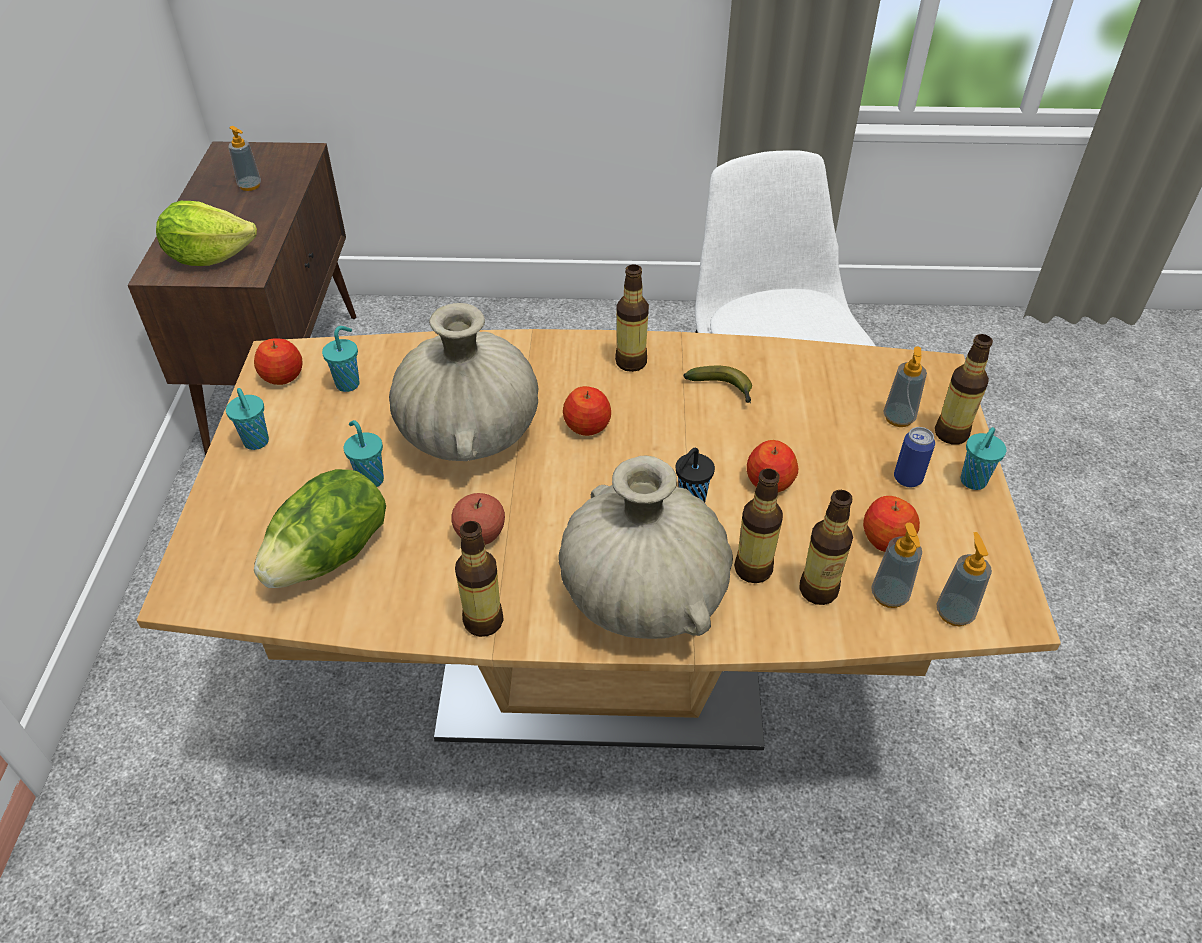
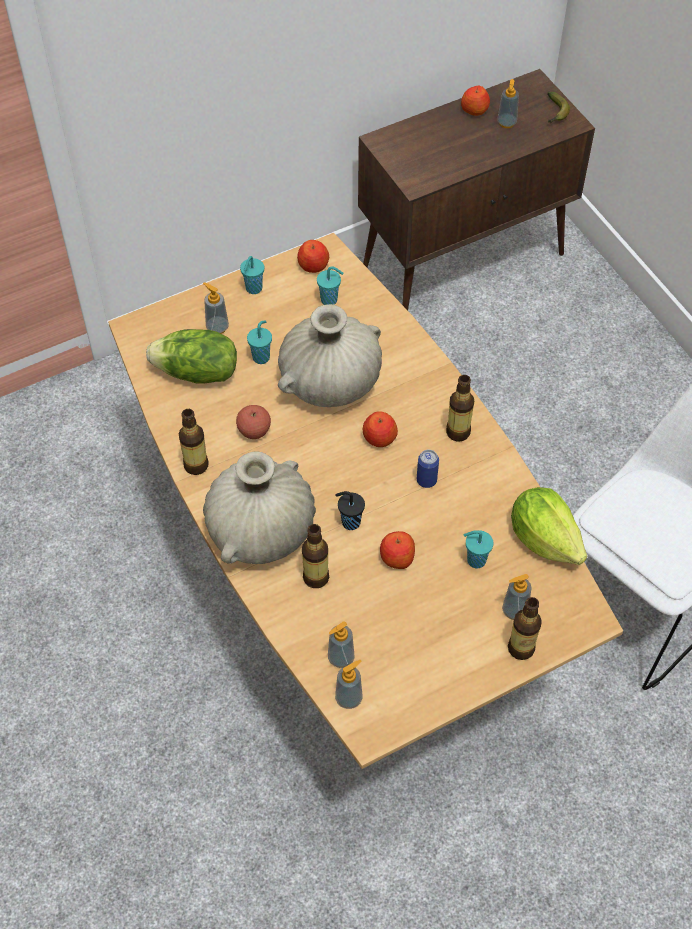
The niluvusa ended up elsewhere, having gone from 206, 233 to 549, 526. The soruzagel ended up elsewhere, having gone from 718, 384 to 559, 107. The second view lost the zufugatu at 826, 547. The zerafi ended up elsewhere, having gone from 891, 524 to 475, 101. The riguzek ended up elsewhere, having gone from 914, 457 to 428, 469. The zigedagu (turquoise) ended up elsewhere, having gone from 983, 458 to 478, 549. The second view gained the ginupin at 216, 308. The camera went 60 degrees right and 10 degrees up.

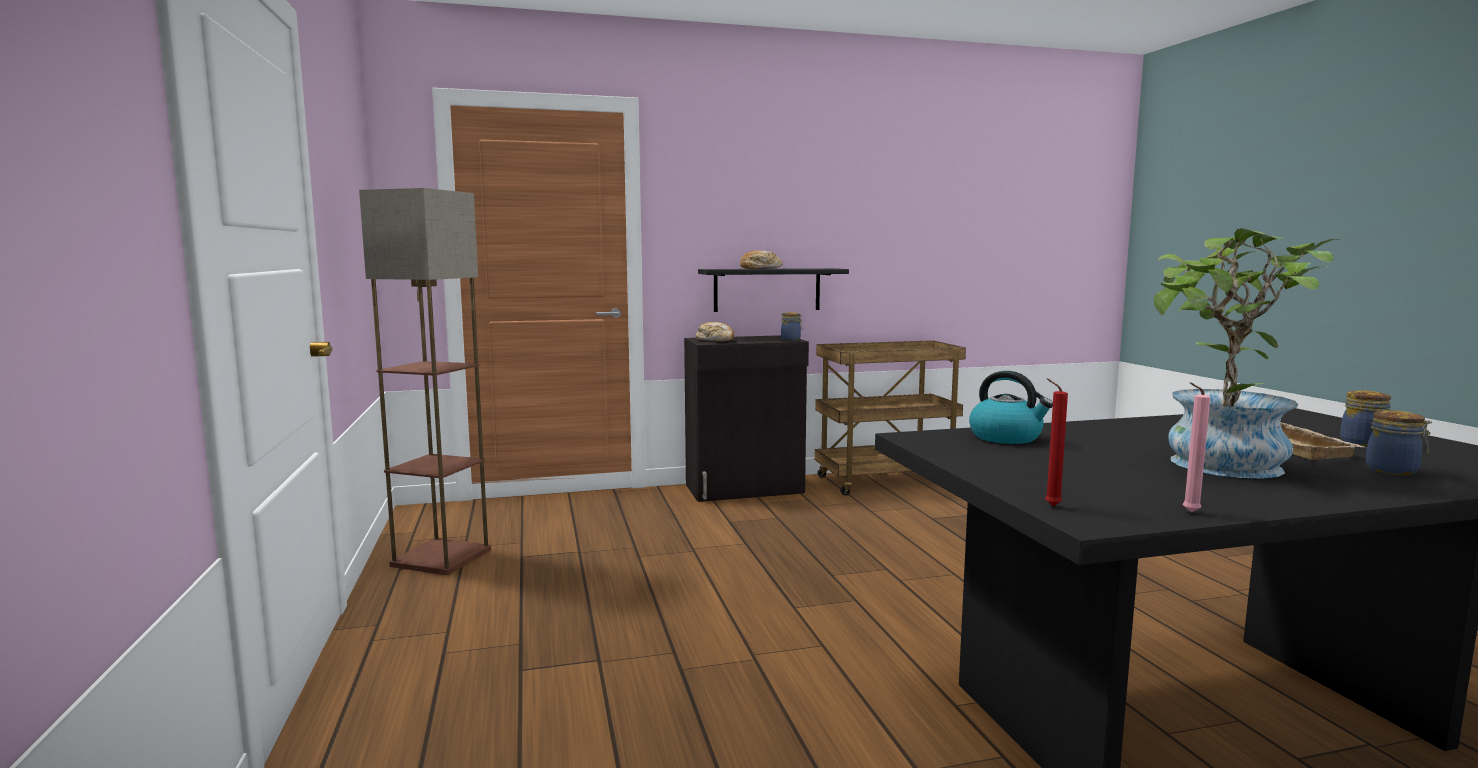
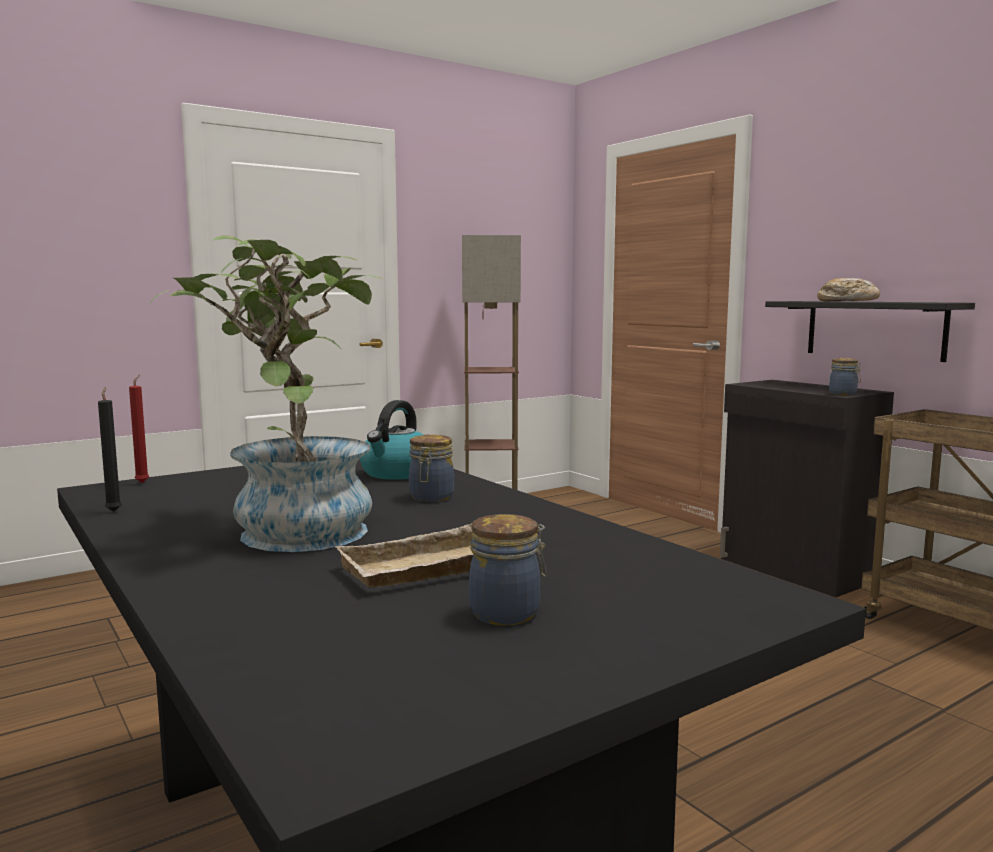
The second view lost the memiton at 715, 332. What was the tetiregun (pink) at 1197, 447 turned into the tetiregun (black) at 110, 449. The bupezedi ended up elsewhere, having gone from 1399, 442 to 431, 468. The camera went 70 degrees right and 0 degrees up.

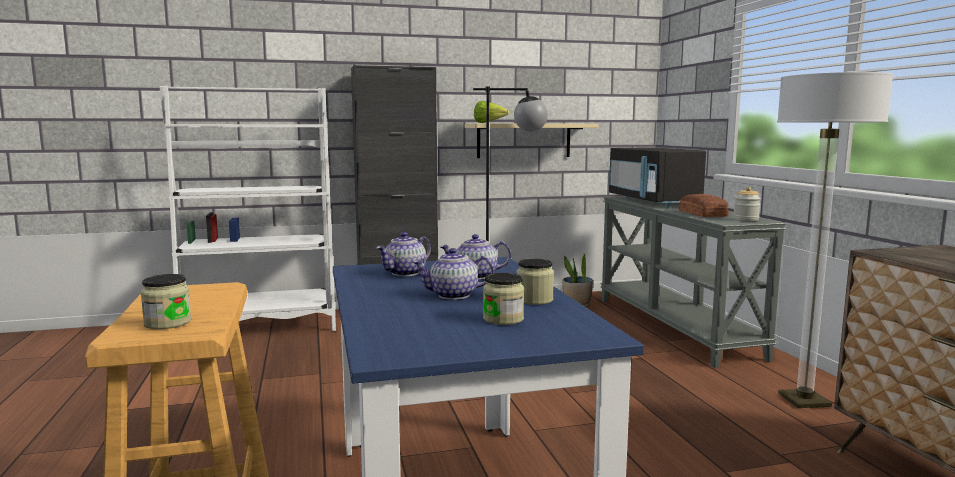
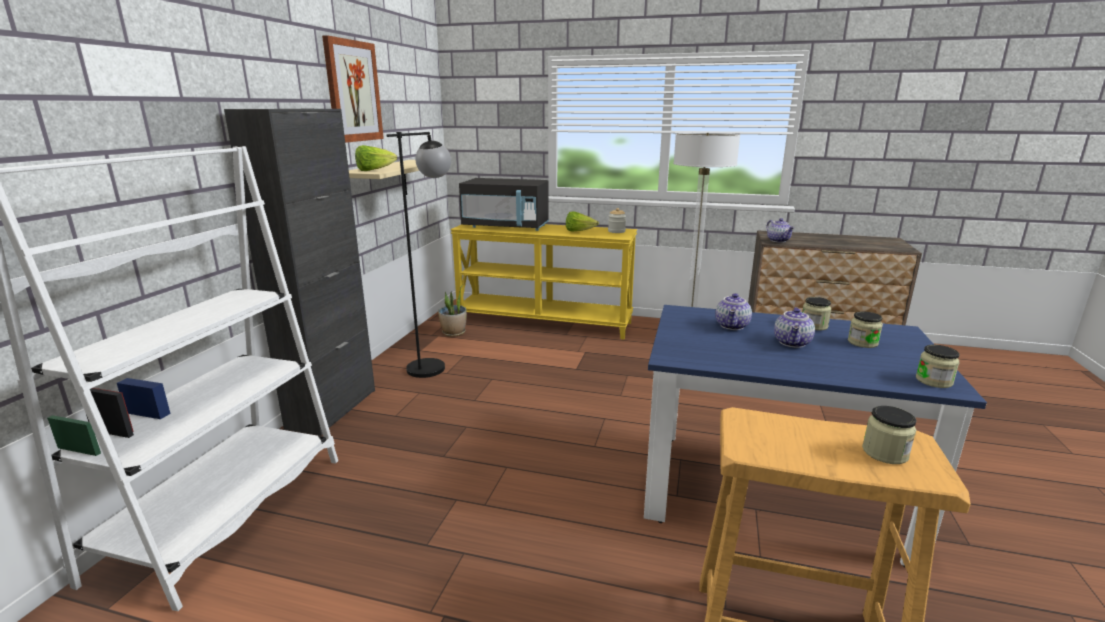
The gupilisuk ended up elsewhere, having gone from 403, 254 to 780, 230. What was the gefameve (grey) at 694, 282 turned into the gefameve (yellow) at 543, 282. Where the memiton stood at 704, 205, the niluvusa came to stand at 582, 221. The second view gained the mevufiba at 353, 89. The second view gained the bupezedi at 938, 366. The camera went 60 degrees left and 10 degrees up.

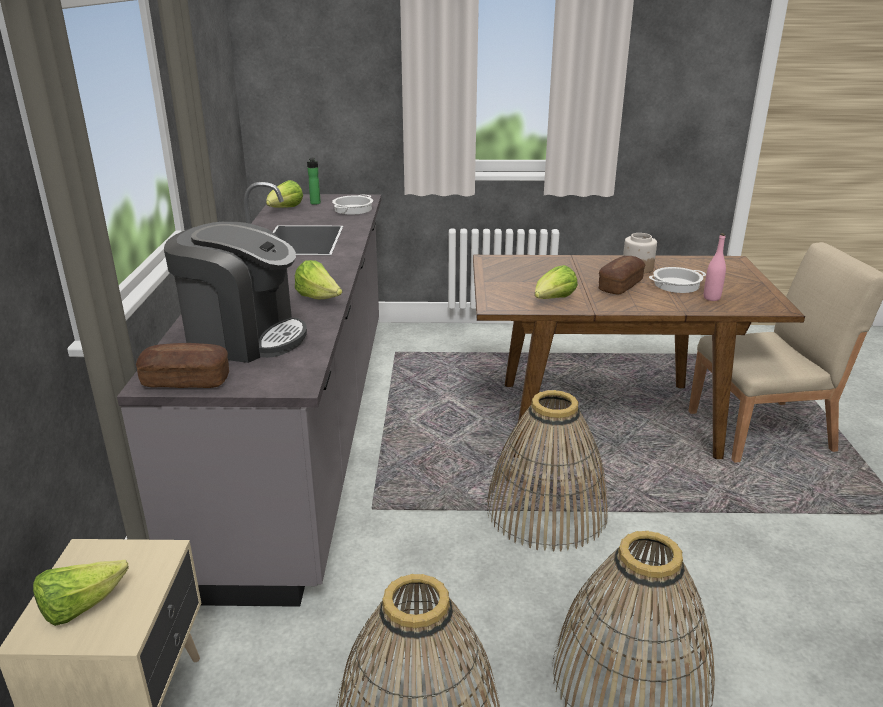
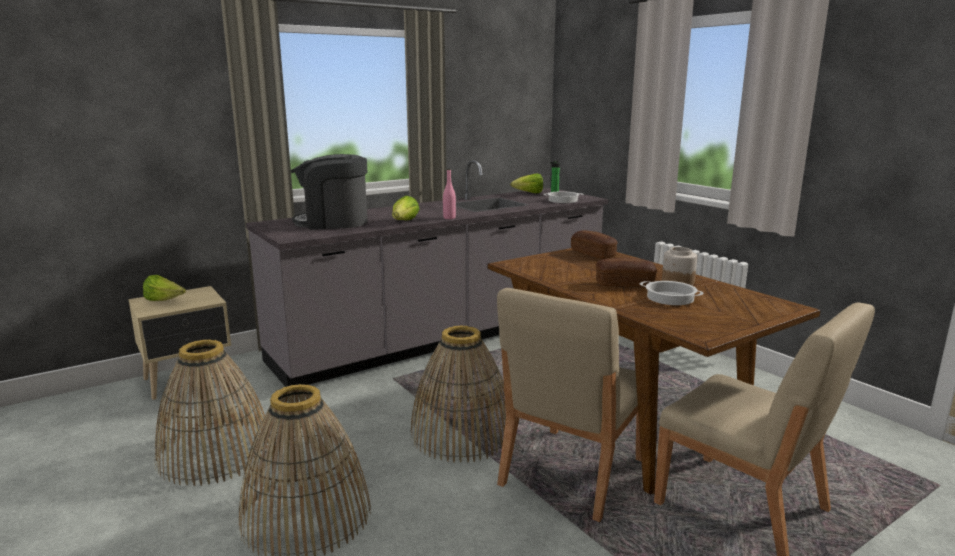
The memiton ended up elsewhere, having gone from 182, 365 to 594, 244. The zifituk at 235, 292 ended up facing another way, 105 degrees clockwise from before. The second view lost the niluvusa at 556, 282. The zufugatu (pink) ended up elsewhere, having gone from 715, 267 to 449, 194. The second view gained the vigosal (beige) at 569, 405. The camera went 55 degrees right and 10 degrees down.

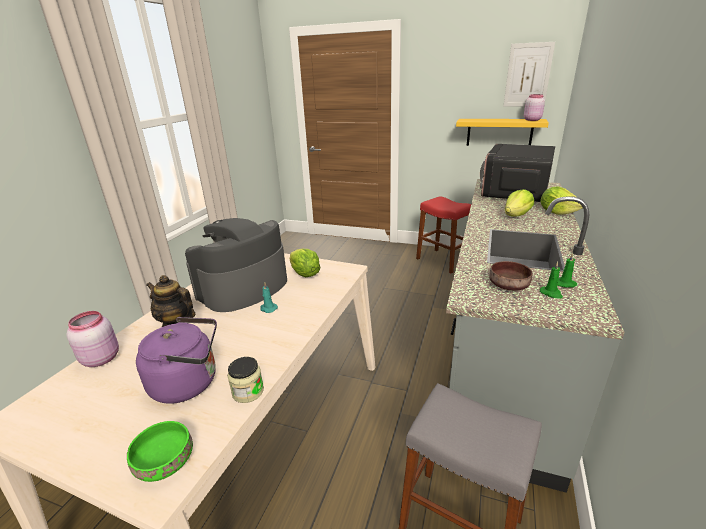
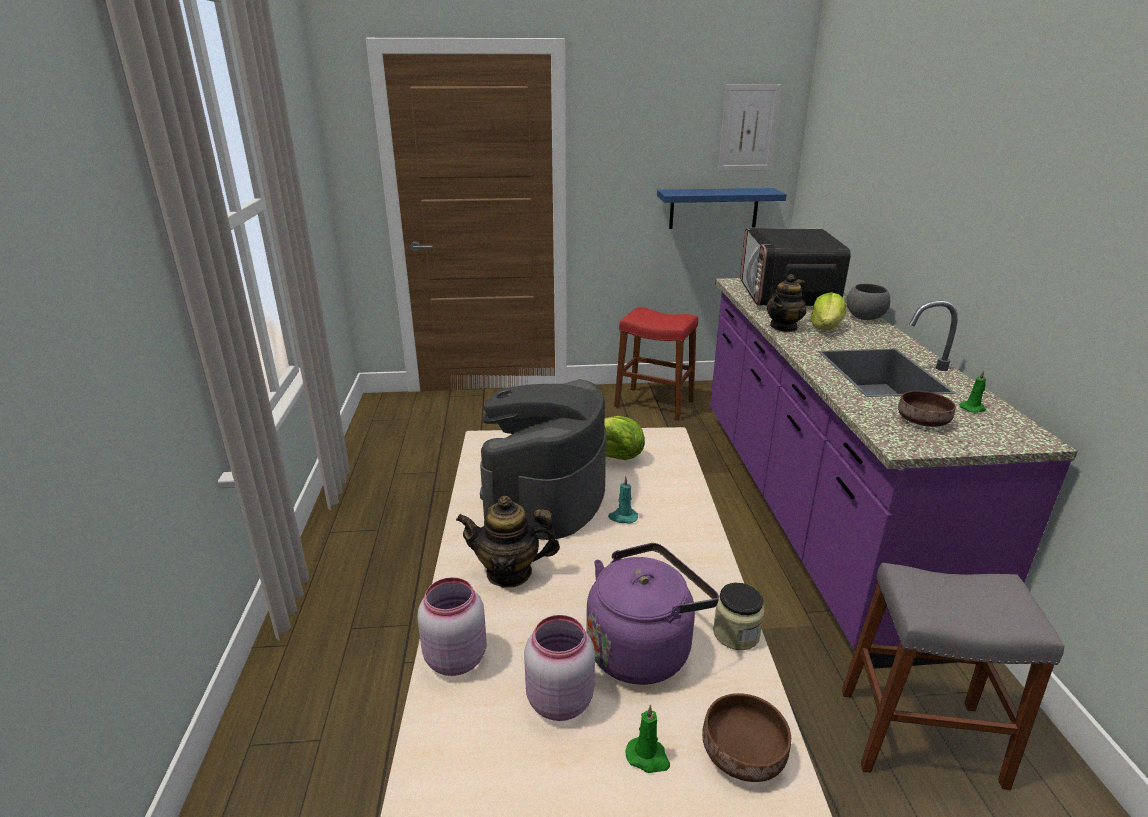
What was the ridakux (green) at 160, 451 turned into the ridakux (brown) at 746, 737. What was the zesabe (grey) at 535, 336 turned into the zesabe (purple) at 894, 473. What was the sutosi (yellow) at 502, 132 turned into the sutosi (blue) at 722, 208. The bupezedi (pink) ended up elsewhere, having gone from 534, 107 to 559, 668. Where the niluvusa stood at 561, 201, the ridakux (grey) came to stand at 868, 302. The tetiregun (green) ended up elsewhere, having gone from 551, 280 to 648, 739. The second view gained the gupilisuk at 786, 303. The camera went 25 degrees left and 0 degrees up.

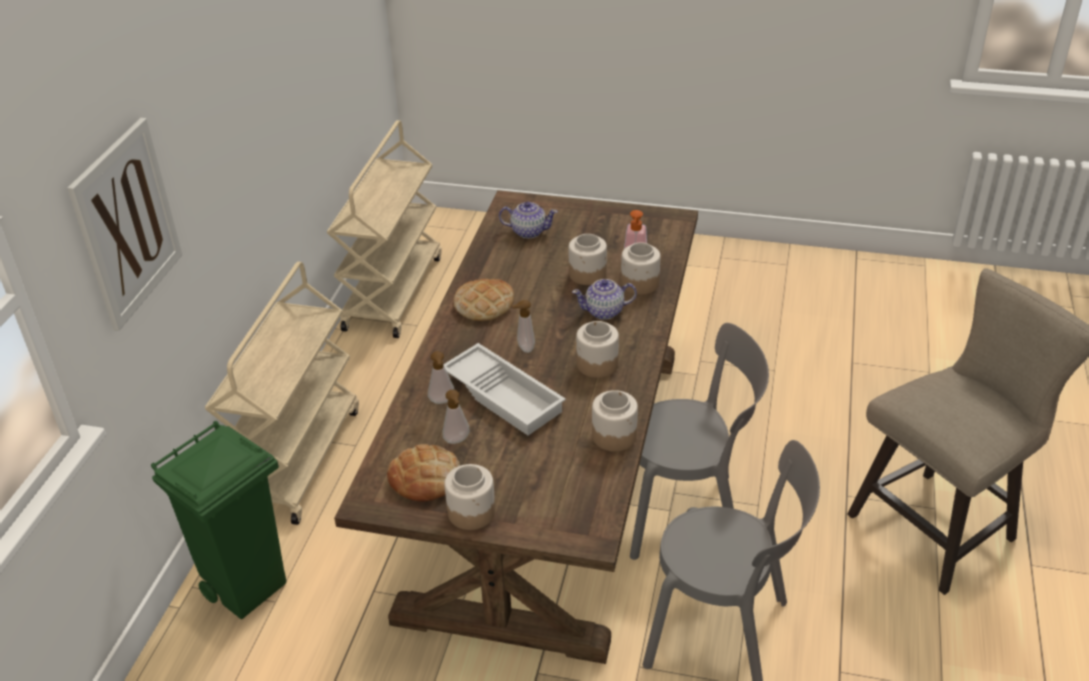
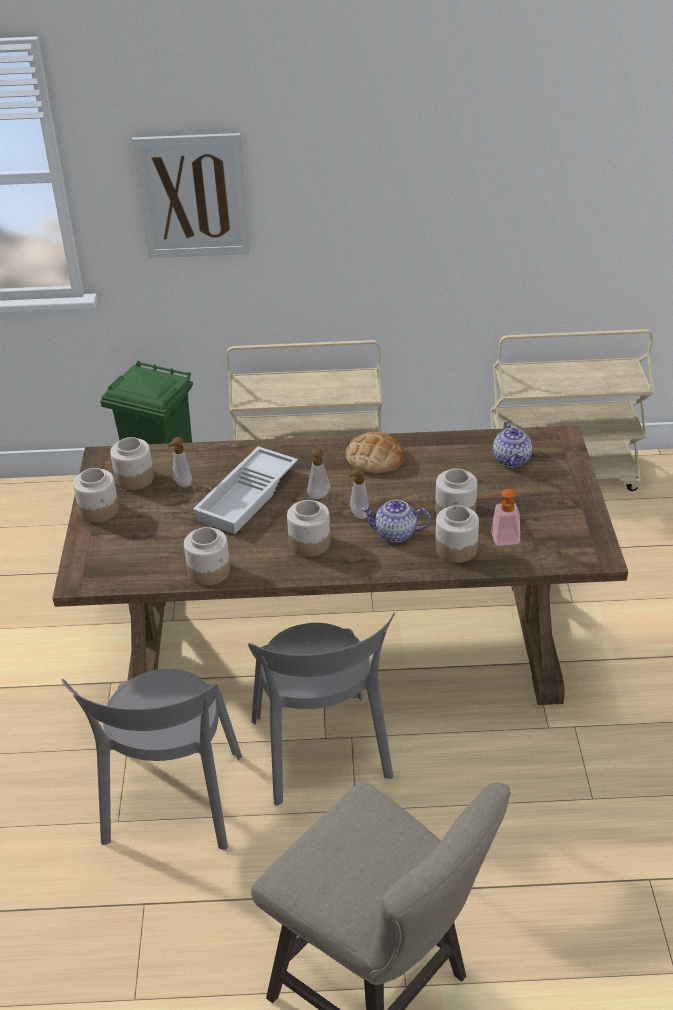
Where the memiton stood at 423, 473, the bupezedi came to stand at 132, 463. The ginupin ended up elsewhere, having gone from 441, 377 to 358, 493. The gupilisuk at 604, 299 ended up facing another way, 60 degrees counterclockwise from before. The camera went 75 degrees right and 0 degrees up.

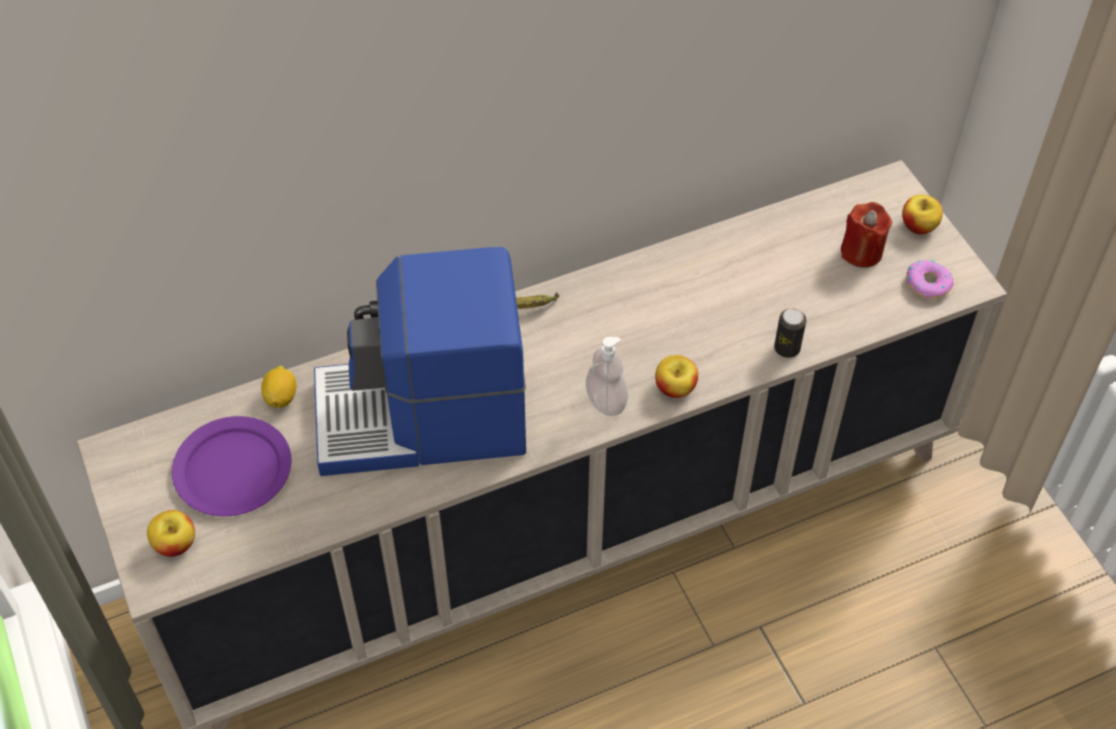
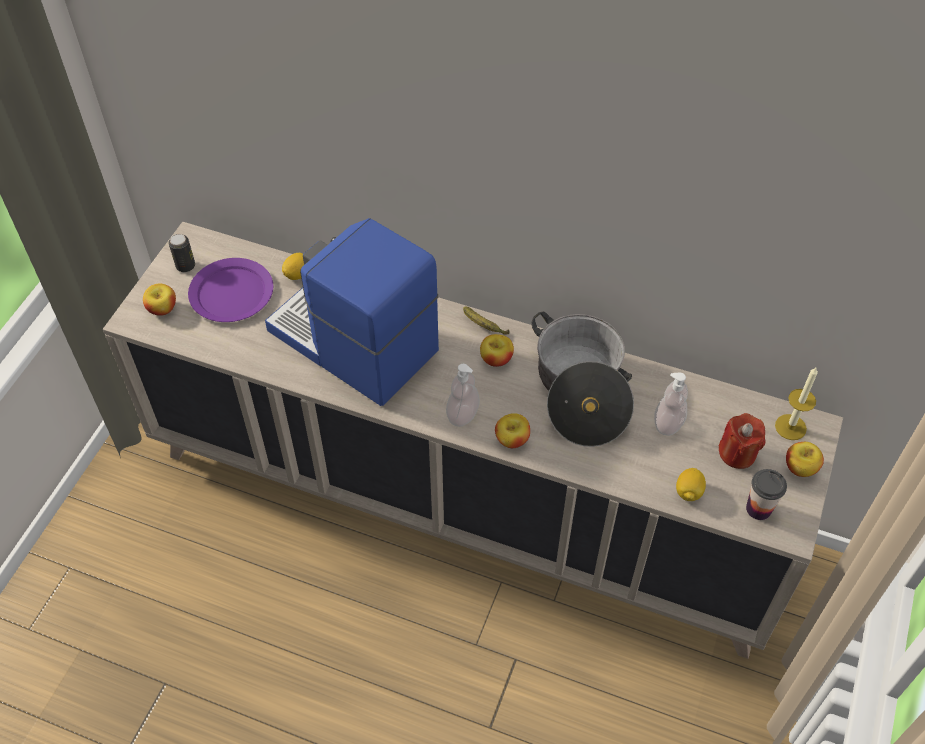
The riguzek ended up elsewhere, having gone from 790, 333 to 181, 253. Where the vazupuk stood at 930, 280, the zigedagu came to stand at 766, 494. The second view gained the zerafi at 497, 350. The second view gained the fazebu at 583, 379. The second view gained the ginupin at 671, 404. The second view gained the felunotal at 691, 484. The second view gained the tetiregun at 796, 403. The camera went 45 degrees right and 0 degrees up.

